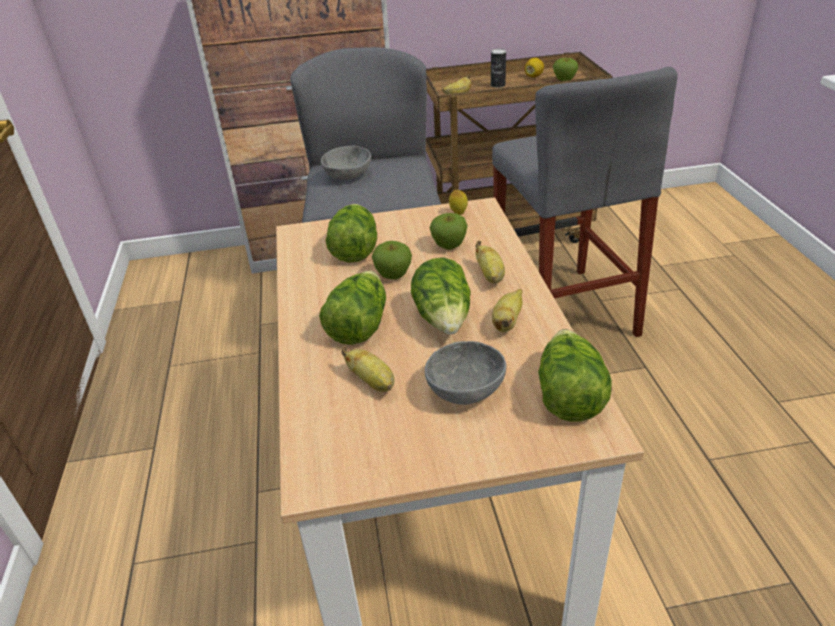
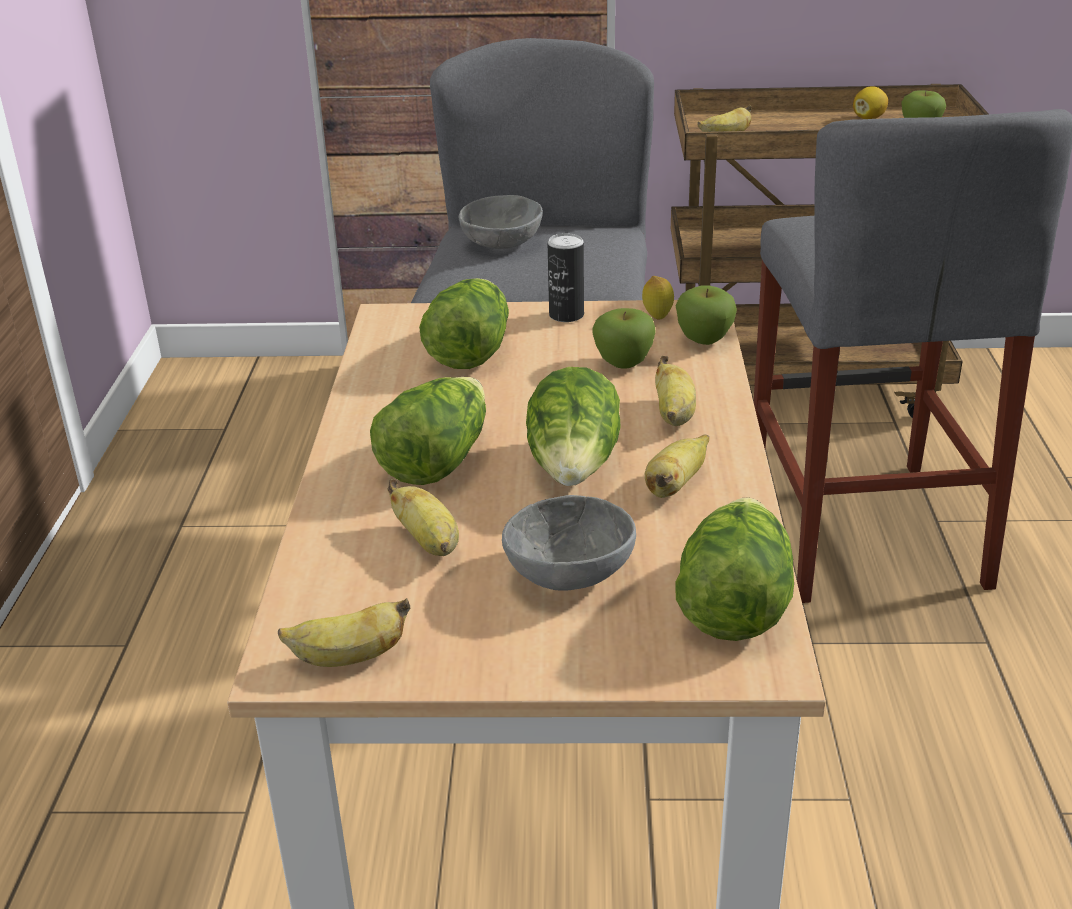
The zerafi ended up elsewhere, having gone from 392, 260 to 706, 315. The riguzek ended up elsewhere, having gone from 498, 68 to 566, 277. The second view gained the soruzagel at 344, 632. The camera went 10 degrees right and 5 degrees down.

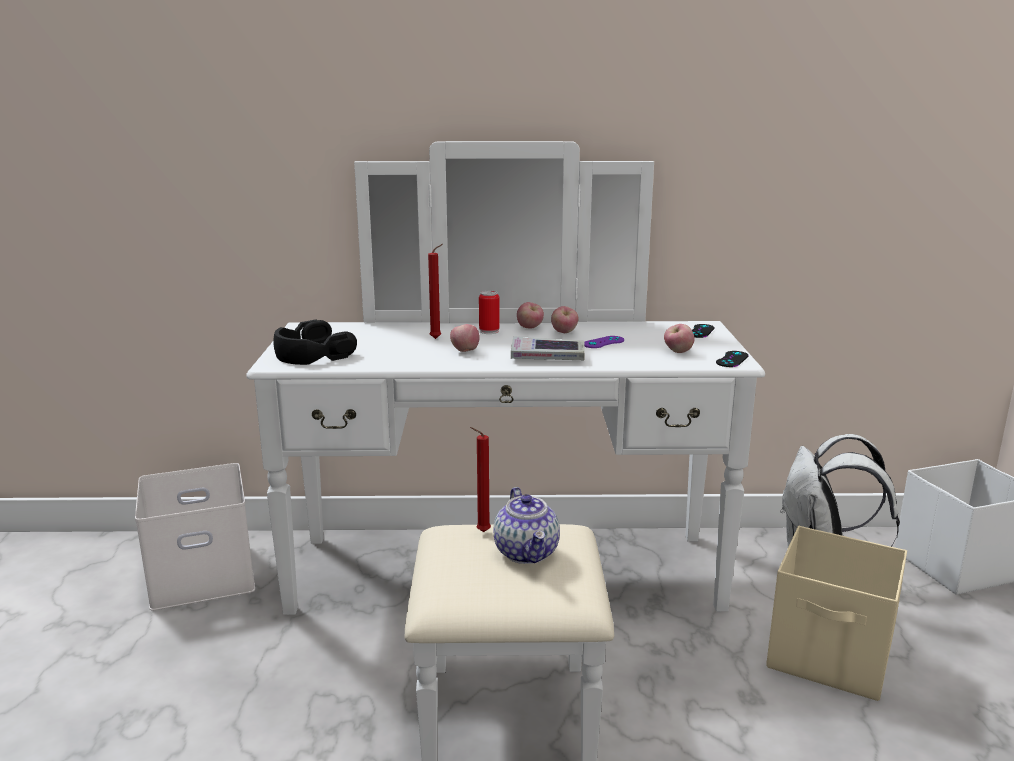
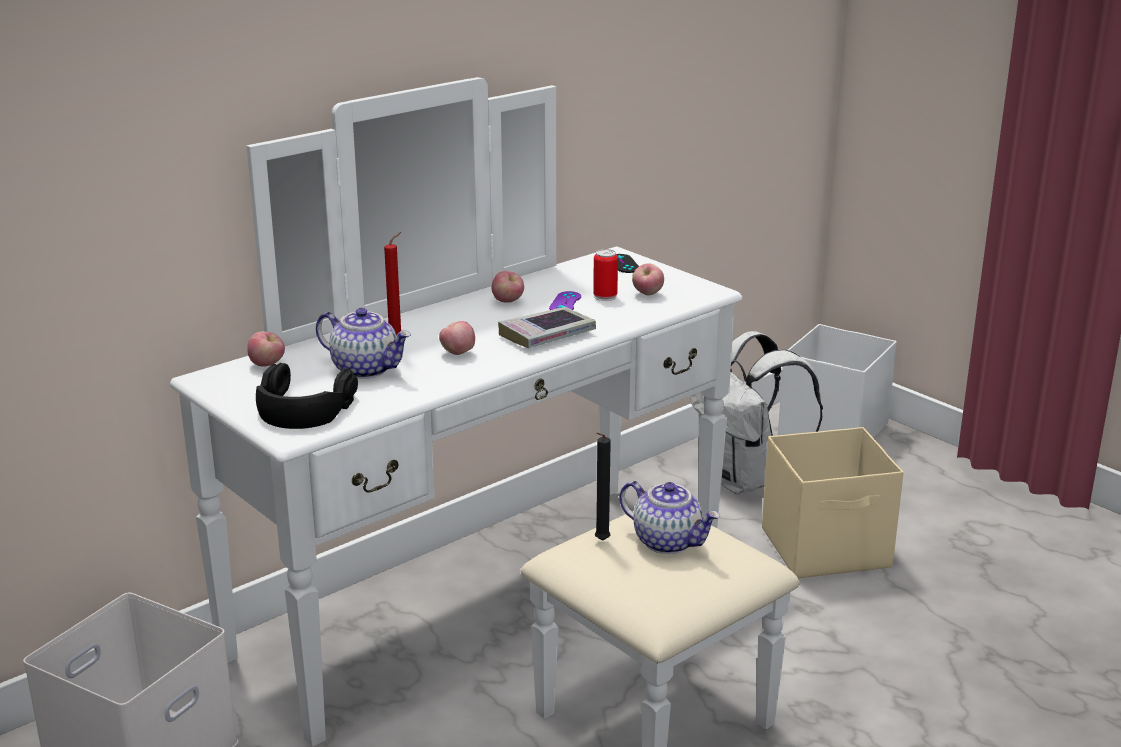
What was the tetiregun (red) at 480, 479 turned into the tetiregun (black) at 603, 486. The riguzek ended up elsewhere, having gone from 489, 312 to 605, 275. The zerafi ended up elsewhere, having gone from 530, 315 to 266, 349. The second view lost the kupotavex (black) at 732, 359. The second view gained the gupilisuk at 363, 343. The camera went 40 degrees left and 5 degrees up.

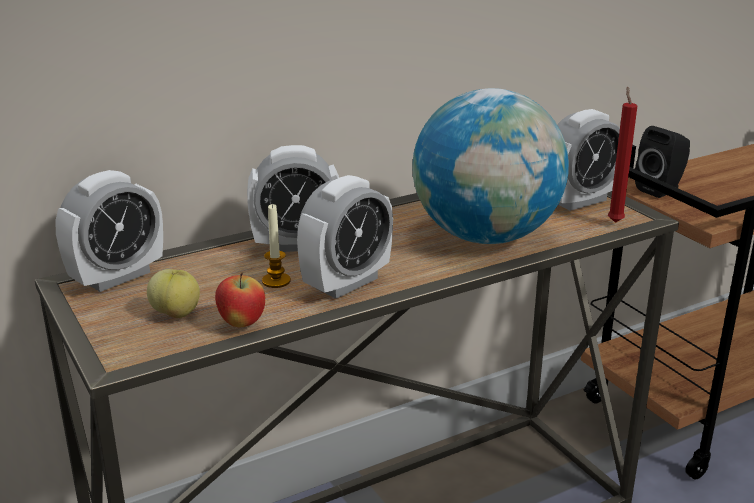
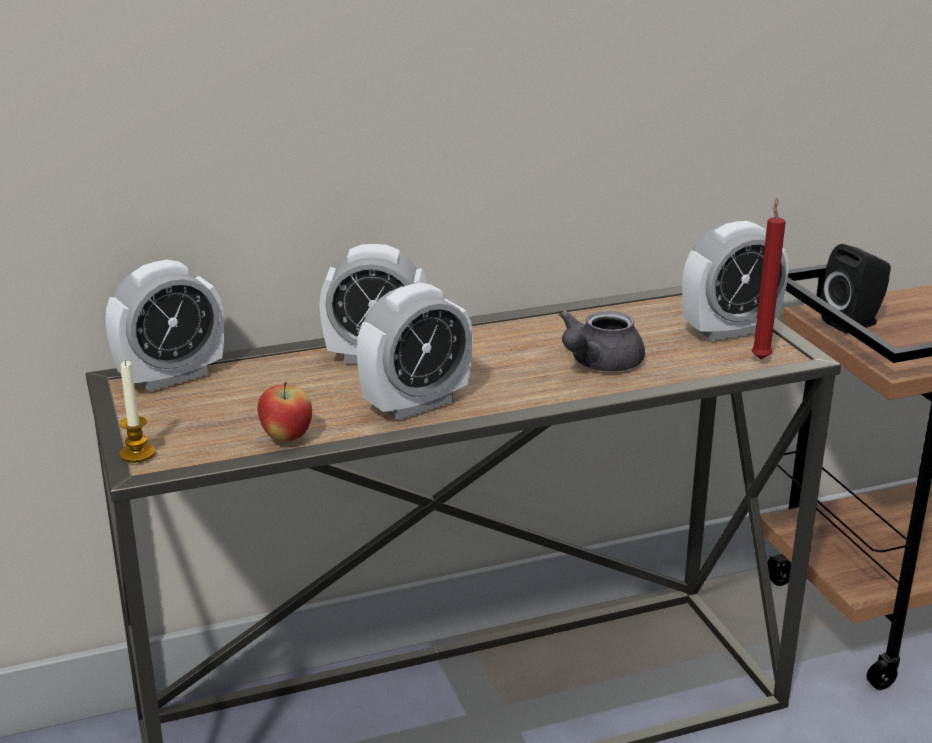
The second view lost the zerafi at 173, 293. The tetiregun ended up elsewhere, having gone from 276, 246 to 137, 411. Where the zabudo stood at 490, 166, the gupilisuk (grey) came to stand at 602, 340. The camera went 10 degrees right and 0 degrees up.

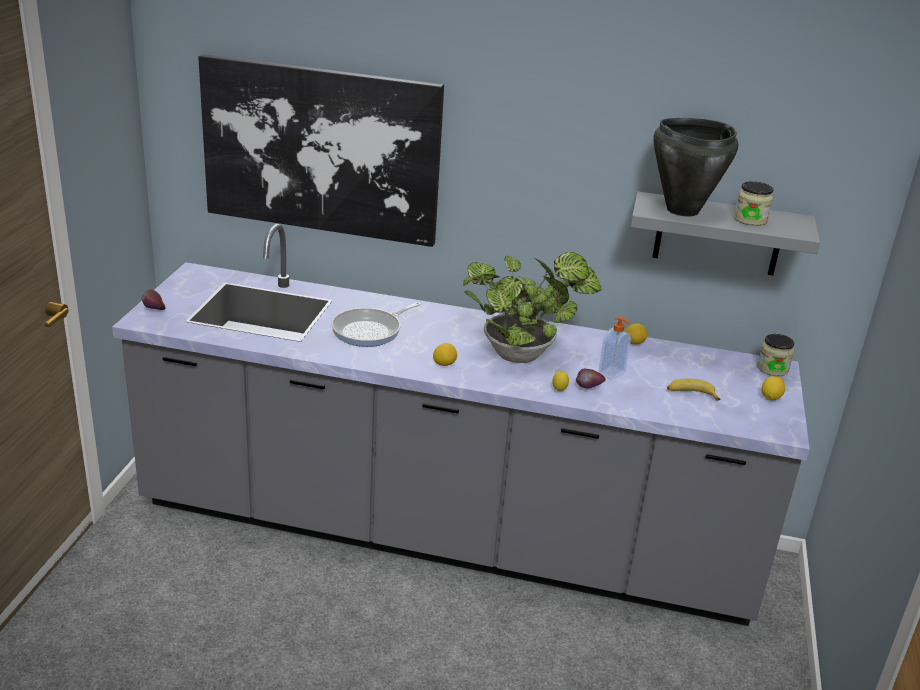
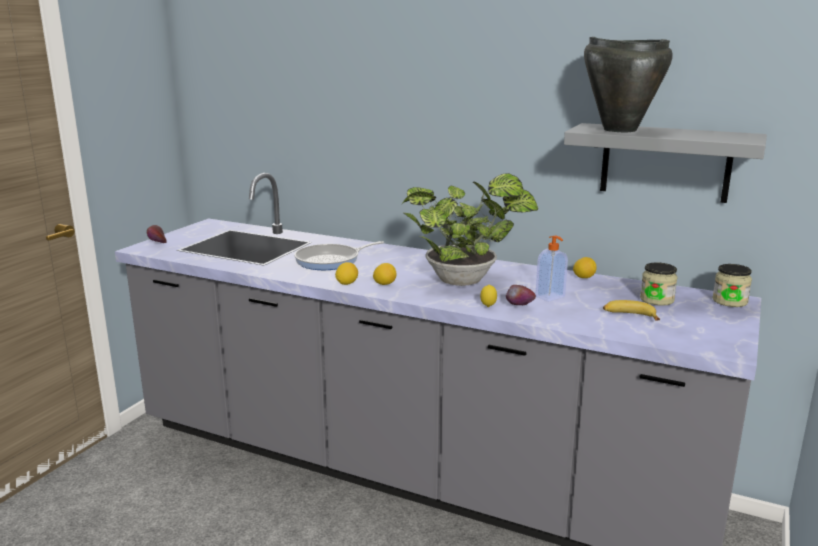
The second view lost the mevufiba at 321, 150. The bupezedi ended up elsewhere, having gone from 753, 203 to 659, 284. The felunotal ended up elsewhere, having gone from 773, 388 to 346, 273. The camera went 15 degrees right and 10 degrees down.

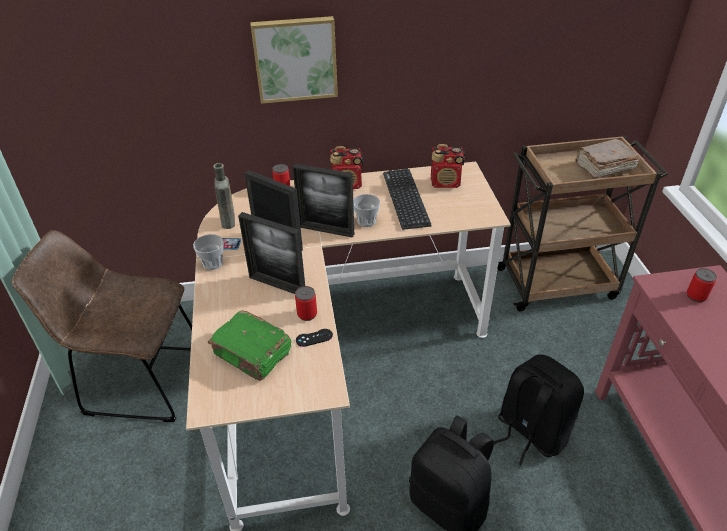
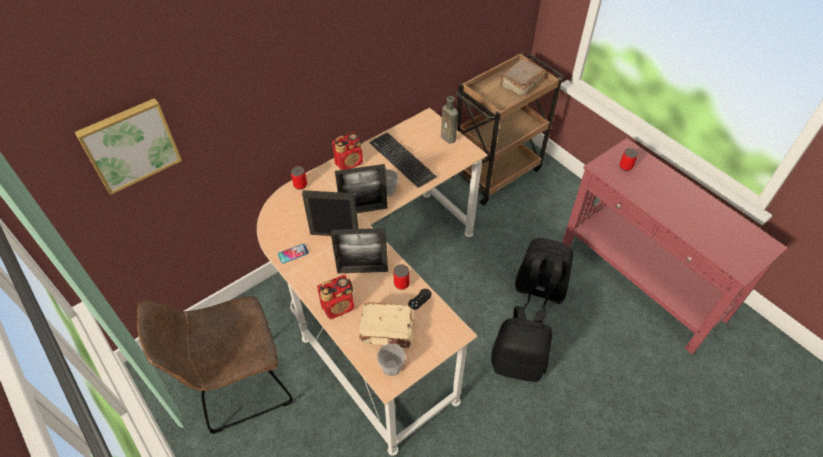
The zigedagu ended up elsewhere, having gone from 208, 252 to 391, 360. What was the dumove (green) at 249, 345 turned into the dumove (beige) at 386, 325. The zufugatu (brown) ended up elsewhere, having gone from 224, 196 to 449, 119. The mevufiba ended up elsewhere, having gone from 294, 60 to 128, 146. The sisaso ended up elsewhere, having gone from 448, 166 to 335, 297. The camera went 30 degrees left and 10 degrees up.

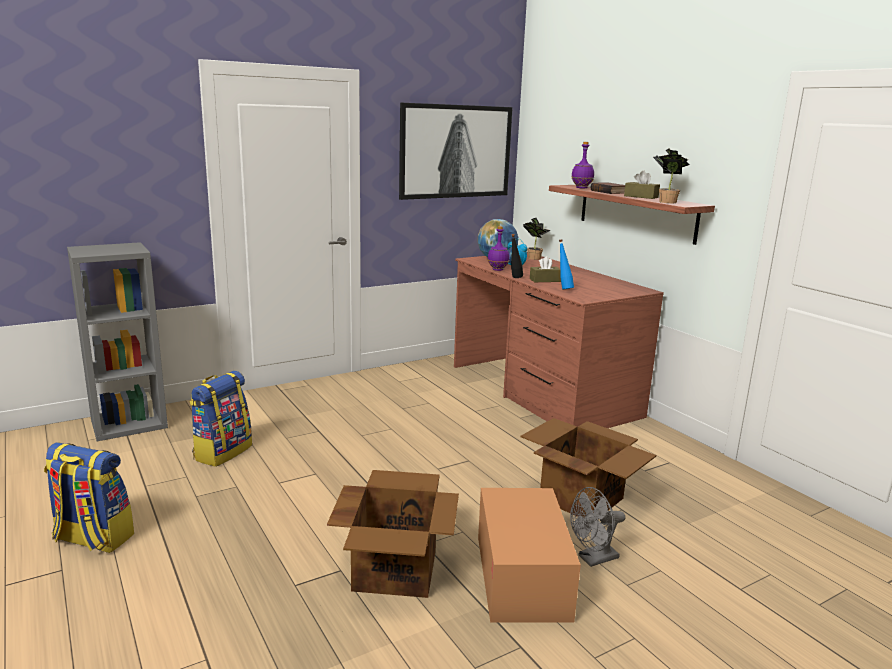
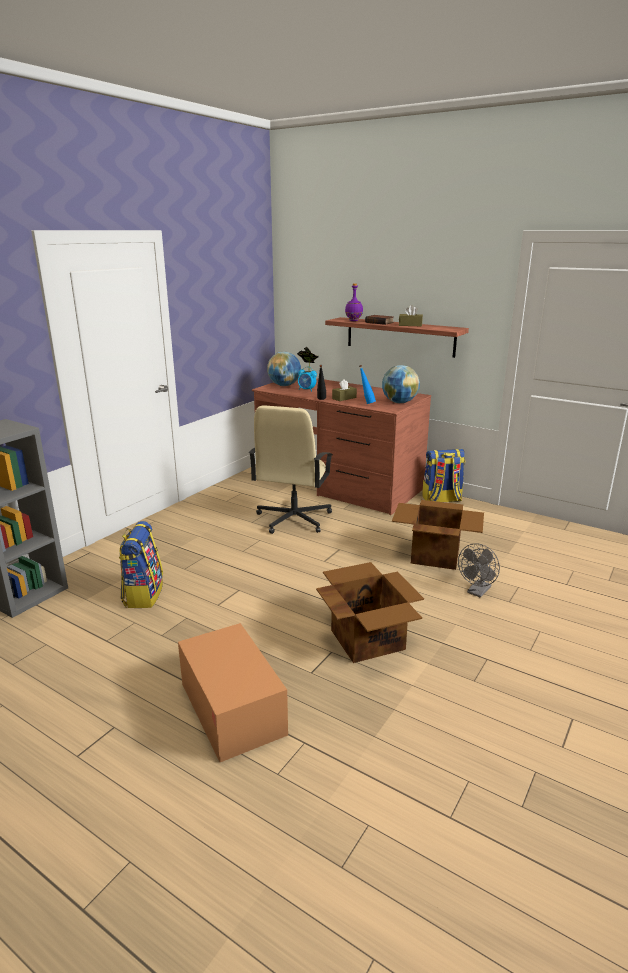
The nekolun ended up elsewhere, having gone from 89, 497 to 443, 475. The second view lost the mevufiba at 456, 151. The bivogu ended up elsewhere, having gone from 529, 555 to 233, 692. The second view lost the zufugatu (purple) at 498, 248. The second view lost the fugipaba at 671, 176. The second view gained the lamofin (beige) at 291, 470. The second view gained the zabudo at 401, 384. The camera went 25 degrees left and 5 degrees up.

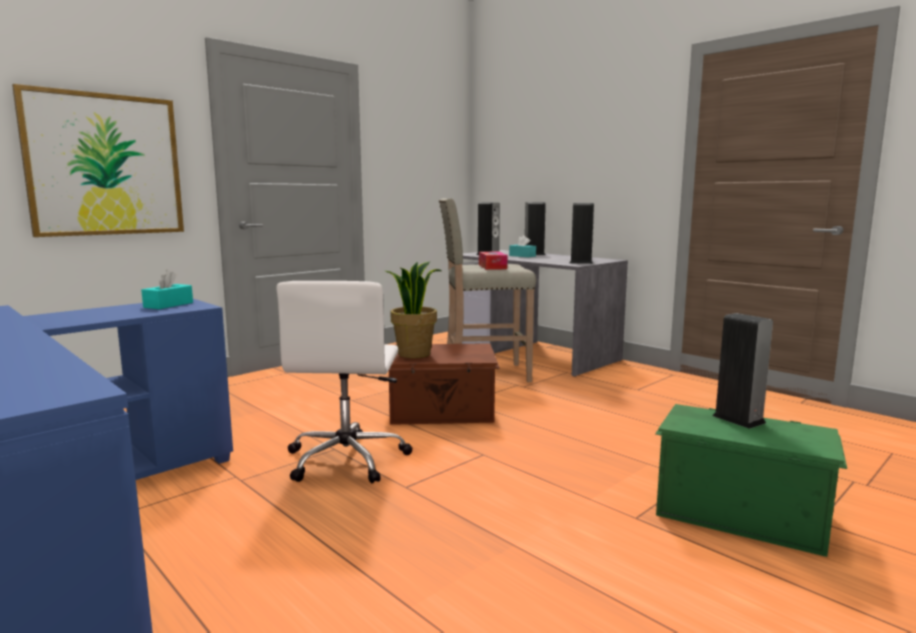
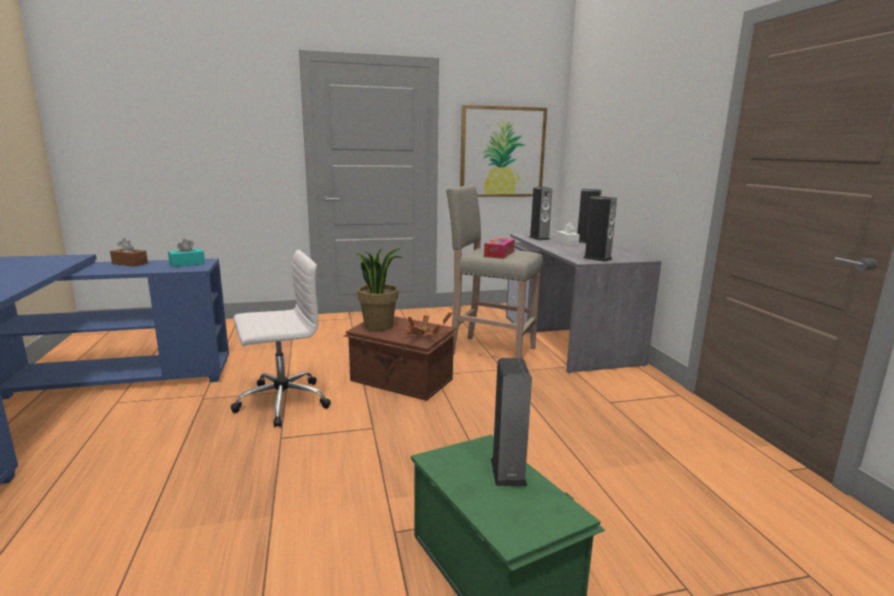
The mevufiba ended up elsewhere, having gone from 98, 160 to 503, 151. The lamofin (white) at 344, 382 ended up facing another way, 150 degrees counterclockwise from before. What was the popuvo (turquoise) at 522, 246 turned into the popuvo (white) at 568, 233. The second view gained the popuvo (brown) at 129, 252. The second view gained the fugipaba at 429, 324. The camera went 30 degrees right and 5 degrees up.

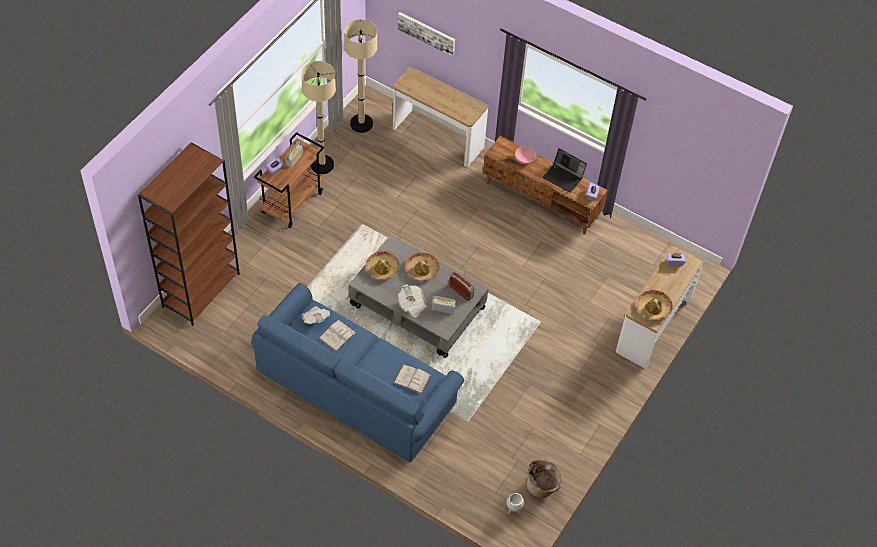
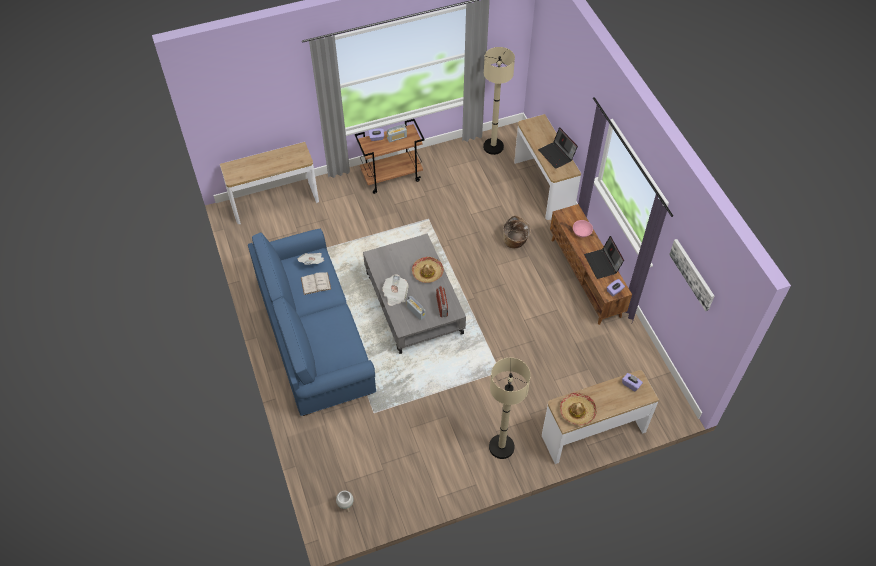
Where the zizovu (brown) stood at 189, 234, the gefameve came to stand at 269, 183. The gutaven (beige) ended up elsewhere, having gone from 318, 117 to 509, 408. The second view lost the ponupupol at 383, 265. The second view lost the dumove (white) at 412, 379. The mevufiba ended up elsewhere, having gone from 426, 34 to 691, 275. The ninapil ended up elsewhere, having gone from 544, 479 to 517, 232. The second view gained the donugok at 558, 148. The camera went 40 degrees right and 0 degrees up.

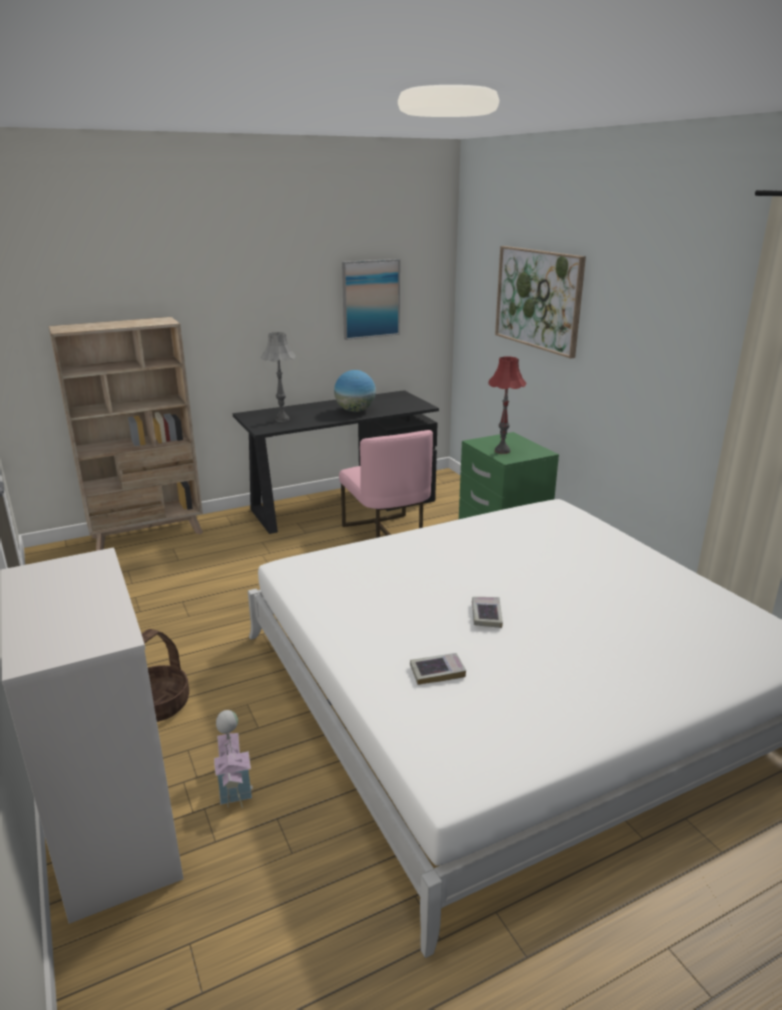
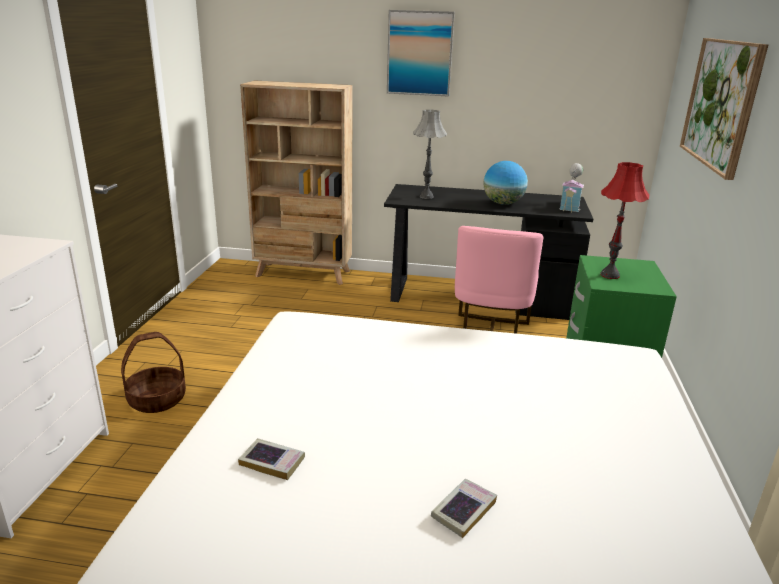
The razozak ended up elsewhere, having gone from 233, 759 to 571, 188. The mevufiba ended up elsewhere, having gone from 371, 299 to 421, 53. The dumove ended up elsewhere, having gone from 487, 612 to 464, 508. The camera went 35 degrees right and 0 degrees up.

